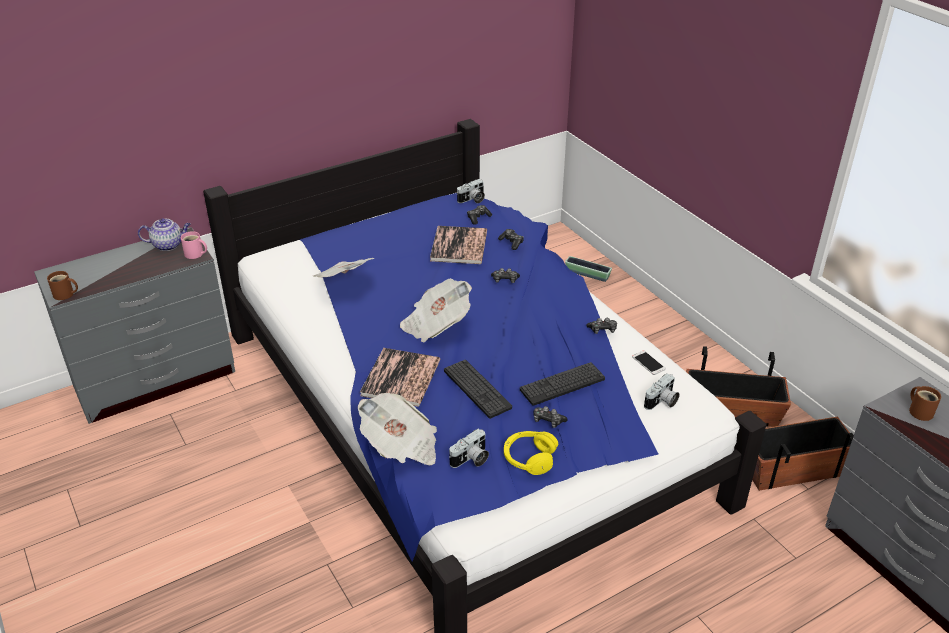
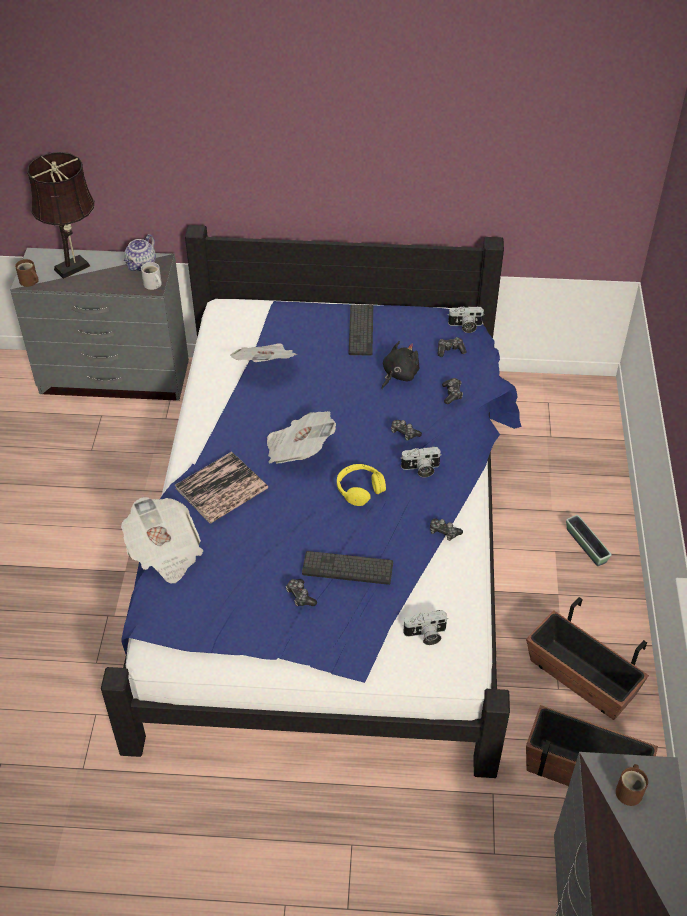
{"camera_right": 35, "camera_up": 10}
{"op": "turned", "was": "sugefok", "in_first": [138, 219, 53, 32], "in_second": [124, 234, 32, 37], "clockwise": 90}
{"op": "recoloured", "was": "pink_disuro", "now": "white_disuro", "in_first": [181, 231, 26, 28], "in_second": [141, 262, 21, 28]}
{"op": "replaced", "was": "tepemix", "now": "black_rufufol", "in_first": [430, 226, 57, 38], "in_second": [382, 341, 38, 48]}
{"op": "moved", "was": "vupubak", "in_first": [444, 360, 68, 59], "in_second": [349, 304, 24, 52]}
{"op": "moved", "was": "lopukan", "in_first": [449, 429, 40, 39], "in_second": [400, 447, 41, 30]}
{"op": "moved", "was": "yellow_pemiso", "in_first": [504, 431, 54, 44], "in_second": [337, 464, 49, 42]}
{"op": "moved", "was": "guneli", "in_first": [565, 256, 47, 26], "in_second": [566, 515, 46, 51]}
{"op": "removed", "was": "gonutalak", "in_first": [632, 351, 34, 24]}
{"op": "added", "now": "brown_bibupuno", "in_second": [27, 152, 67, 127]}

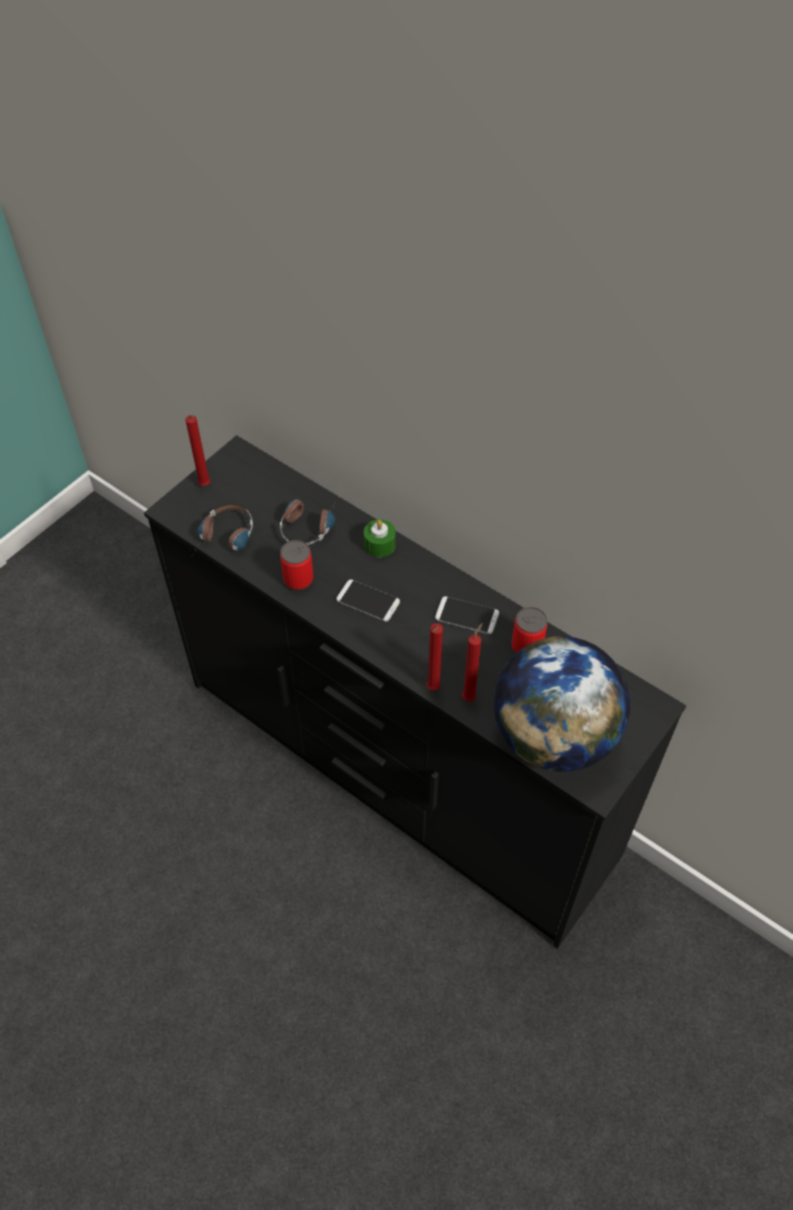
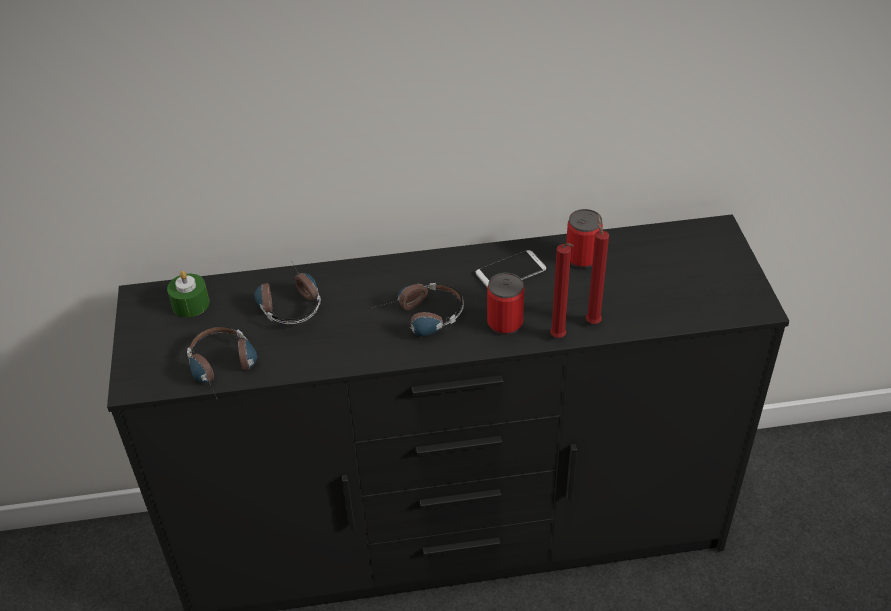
{"camera_right": -45, "camera_up": -10}
{"op": "removed", "was": "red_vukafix", "in_first": [186, 415, 24, 71]}
{"op": "moved", "was": "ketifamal", "in_first": [280, 540, 34, 50], "in_second": [487, 273, 37, 62]}
{"op": "replaced", "was": "gonutalak", "now": "pemiso", "in_first": [336, 579, 64, 43], "in_second": [374, 283, 90, 54]}
{"op": "moved", "was": "green_vukafix", "in_first": [364, 520, 32, 37], "in_second": [167, 271, 43, 46]}
{"op": "removed", "was": "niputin", "in_first": [494, 636, 136, 136]}

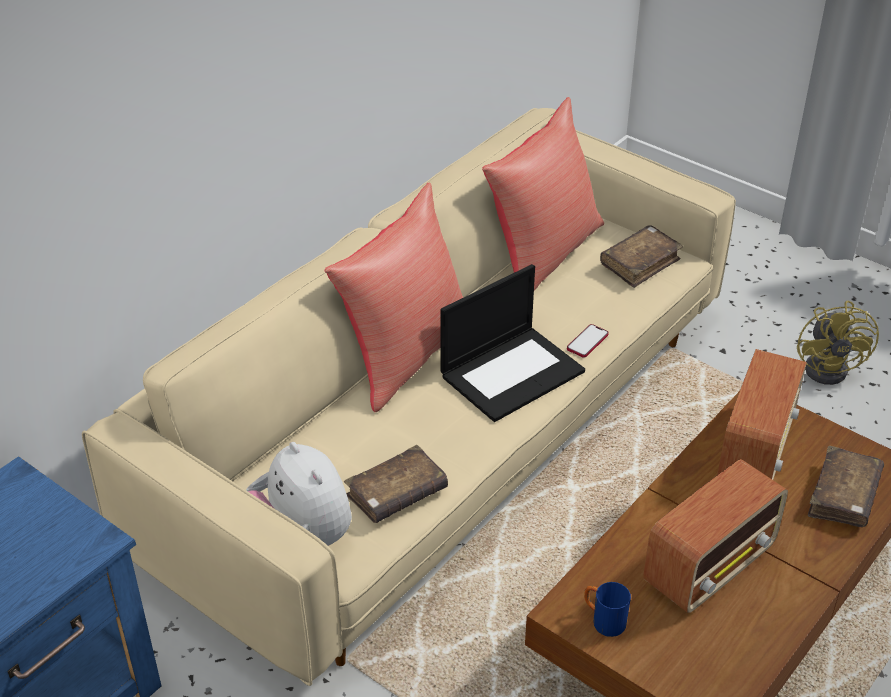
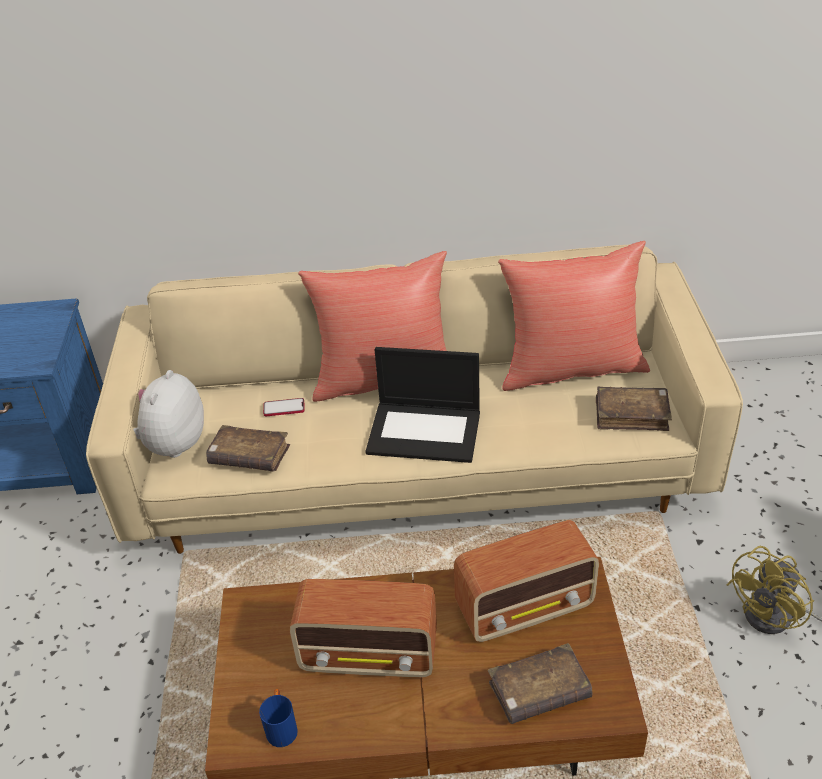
{"camera_right": 50, "camera_up": 0}
{"op": "moved", "was": "gonutalak", "in_first": [567, 324, 42, 34], "in_second": [263, 398, 42, 18]}
{"op": "moved", "was": "blue_disuro", "in_first": [584, 582, 47, 55], "in_second": [259, 689, 39, 58]}

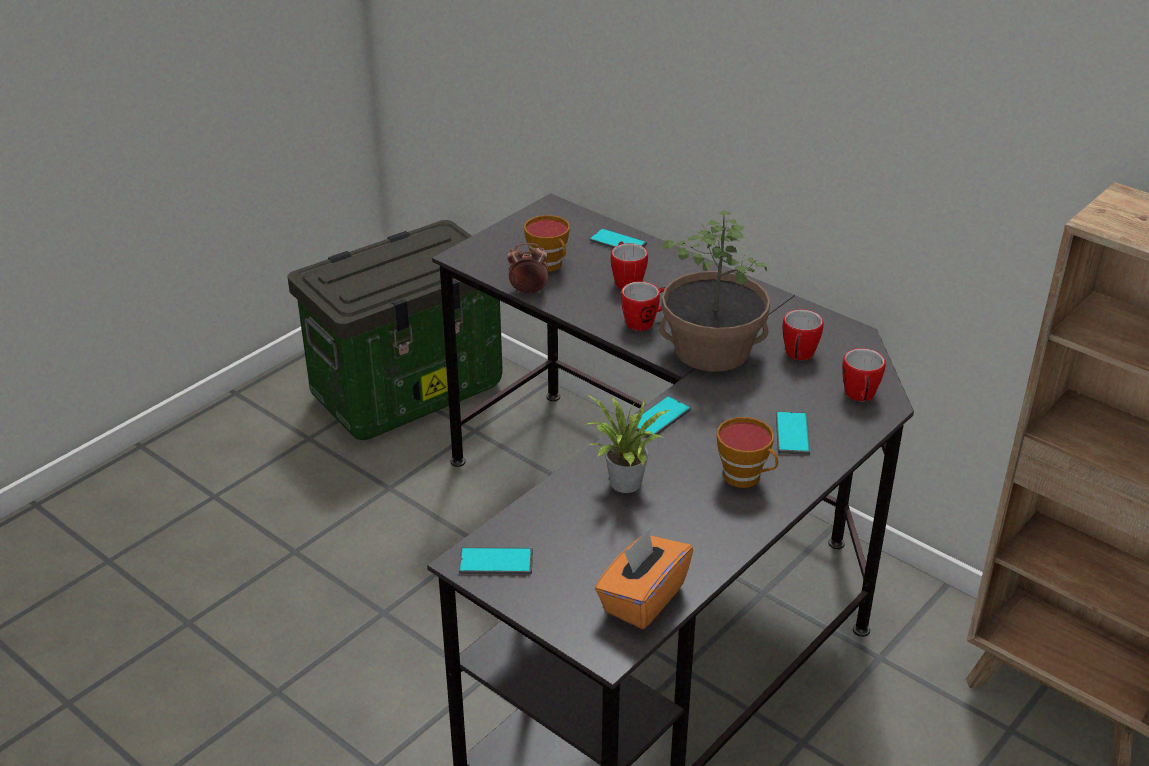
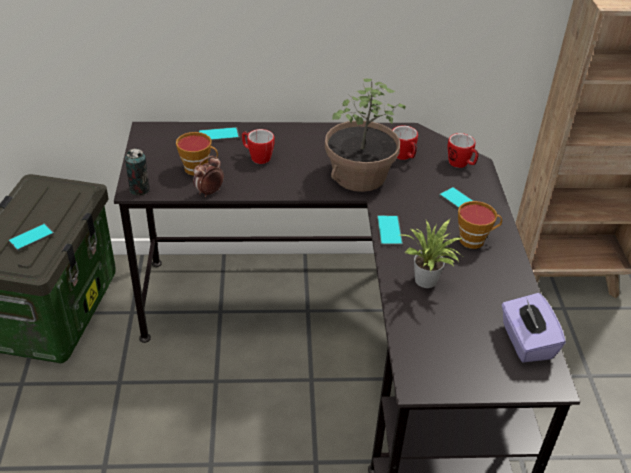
{"camera_right": -45, "camera_up": 5}
{"op": "moved", "was": "gonutalak", "in_first": [459, 547, 74, 28], "in_second": [8, 223, 47, 28]}
{"op": "recoloured", "was": "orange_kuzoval", "now": "purple_kuzoval", "in_first": [595, 529, 98, 100], "in_second": [502, 293, 64, 70]}
{"op": "removed", "was": "disuro", "in_first": [621, 281, 45, 50]}
{"op": "added", "now": "ketifamal", "in_second": [125, 148, 25, 47]}

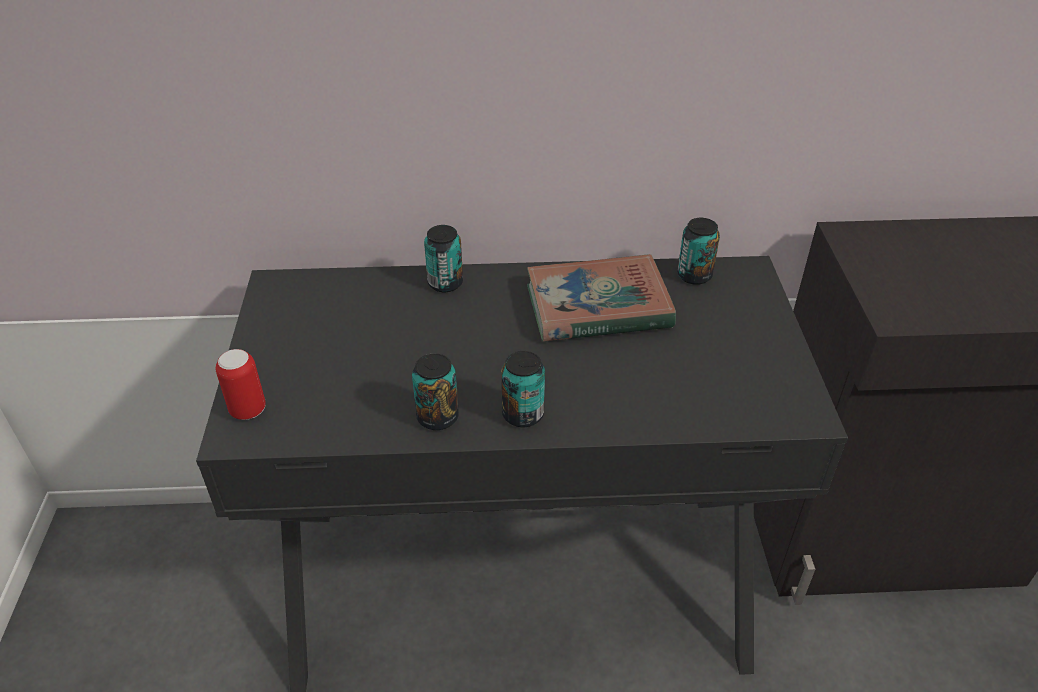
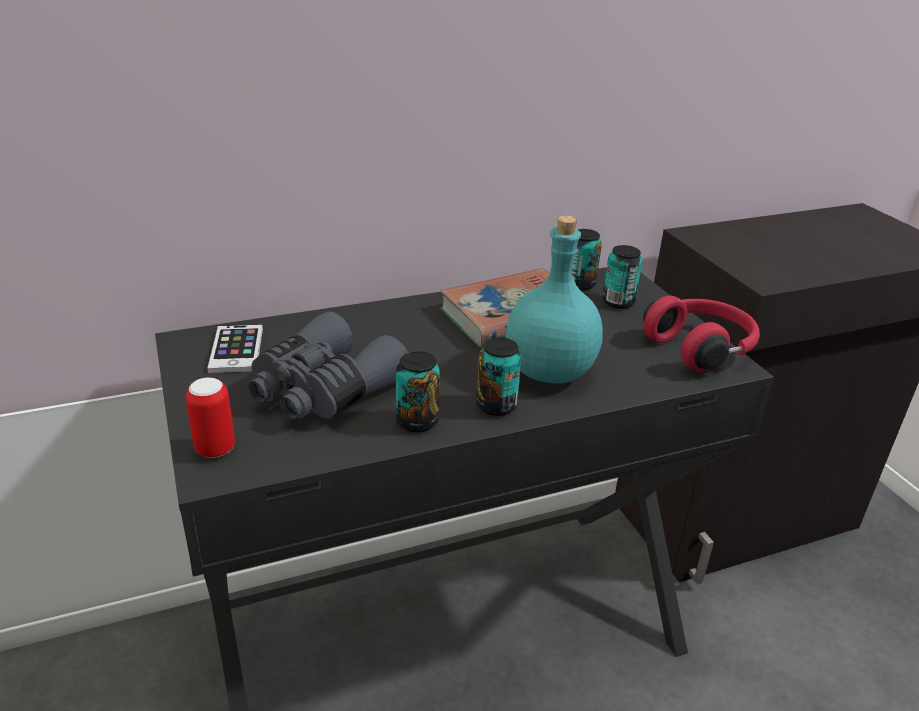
{"camera_right": -20, "camera_up": -10}
{"op": "moved", "was": "ketifamal", "in_first": [424, 225, 39, 67], "in_second": [602, 245, 41, 64]}
{"op": "added", "now": "gonutalak", "in_second": [207, 325, 56, 48]}
{"op": "added", "now": "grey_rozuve", "in_second": [248, 311, 160, 108]}
{"op": "added", "now": "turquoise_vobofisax", "in_second": [506, 215, 97, 169]}
{"op": "added", "now": "red_pemiso", "in_second": [643, 295, 117, 76]}

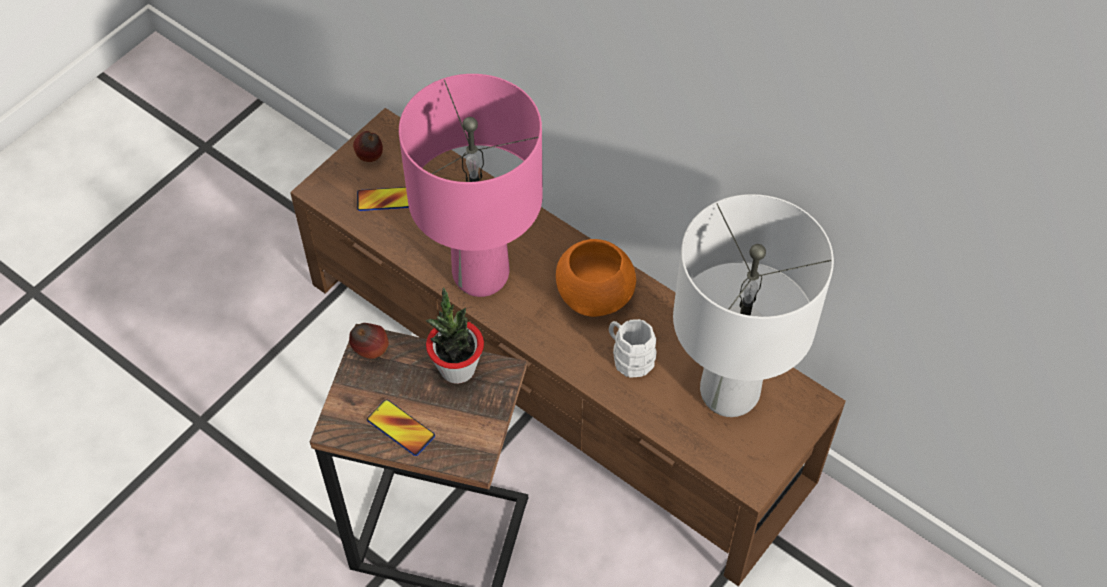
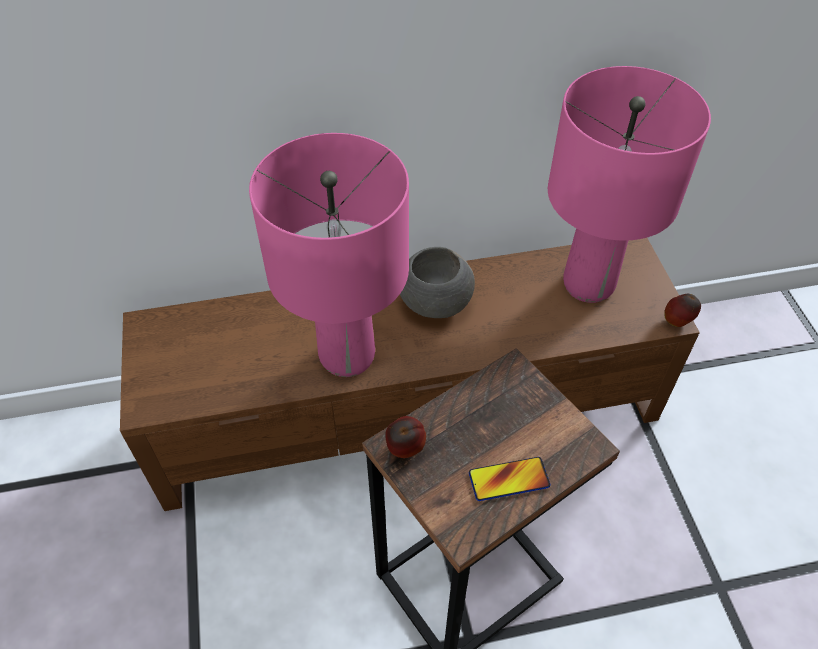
{"camera_right": -50, "camera_up": -5}
{"op": "moved", "was": "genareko", "in_first": [353, 131, 30, 31], "in_second": [664, 294, 37, 33]}
{"op": "removed", "was": "gonutalak", "in_first": [357, 187, 52, 24]}
{"op": "removed", "was": "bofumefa", "in_first": [426, 288, 58, 96]}
{"op": "recoloured", "was": "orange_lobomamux", "now": "grey_lobomamux", "in_first": [556, 239, 80, 78], "in_second": [400, 247, 75, 71]}
{"op": "removed", "was": "white_disuro", "in_first": [609, 319, 48, 59]}
{"op": "recoloured", "was": "white_bibupuno", "now": "pink_bibupuno", "in_first": [673, 194, 161, 223], "in_second": [548, 66, 163, 237]}

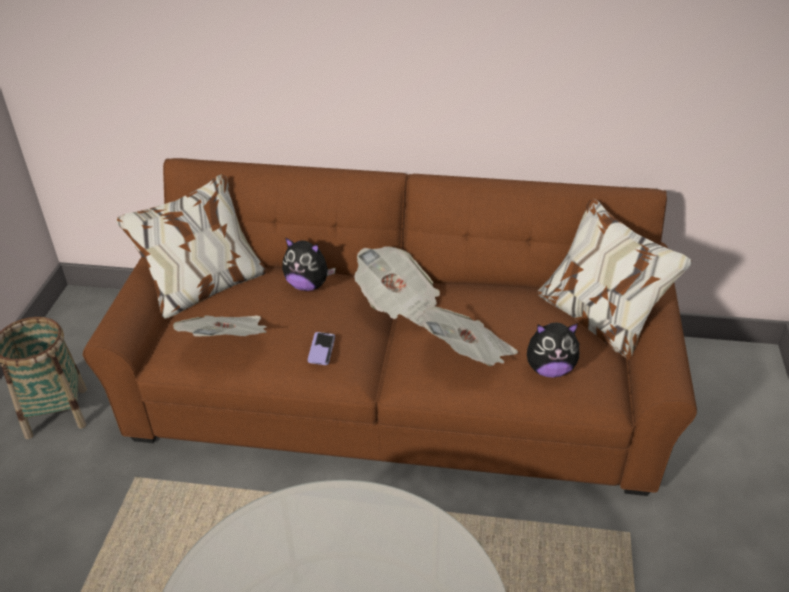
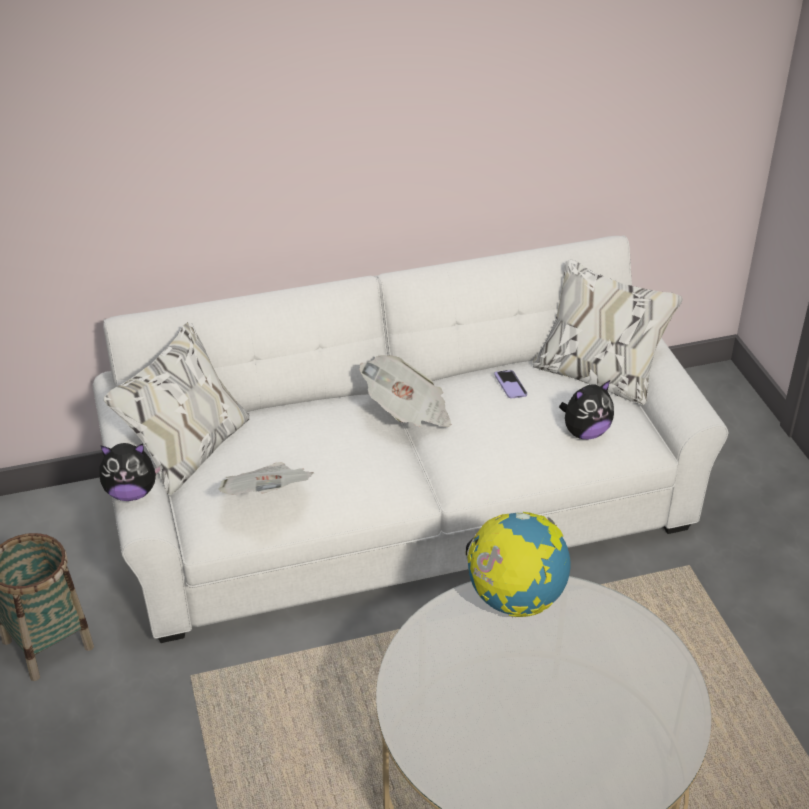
{"camera_right": -25, "camera_up": 0}
{"op": "recoloured", "was": "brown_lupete", "now": "white_lupete", "in_first": [83, 158, 614, 338], "in_second": [93, 236, 636, 407]}
{"op": "moved", "was": "rufufol", "in_first": [282, 237, 54, 54], "in_second": [100, 443, 62, 58]}
{"op": "moved", "was": "gonutalak", "in_first": [308, 332, 27, 33], "in_second": [494, 370, 33, 28]}
{"op": "removed", "was": "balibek", "in_first": [423, 306, 95, 60]}
{"op": "added", "now": "niputin", "in_second": [466, 512, 104, 105]}

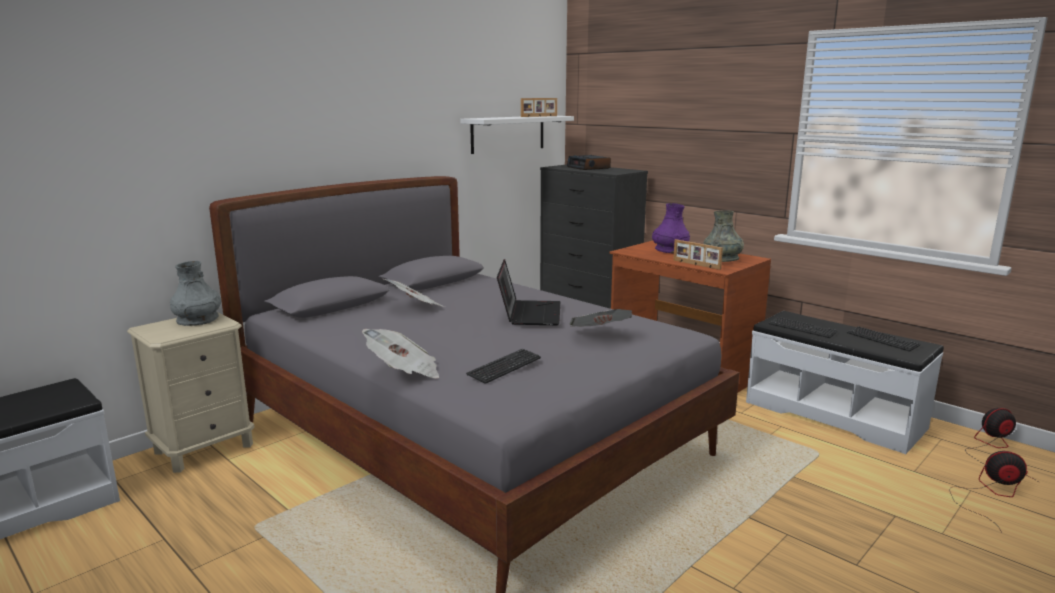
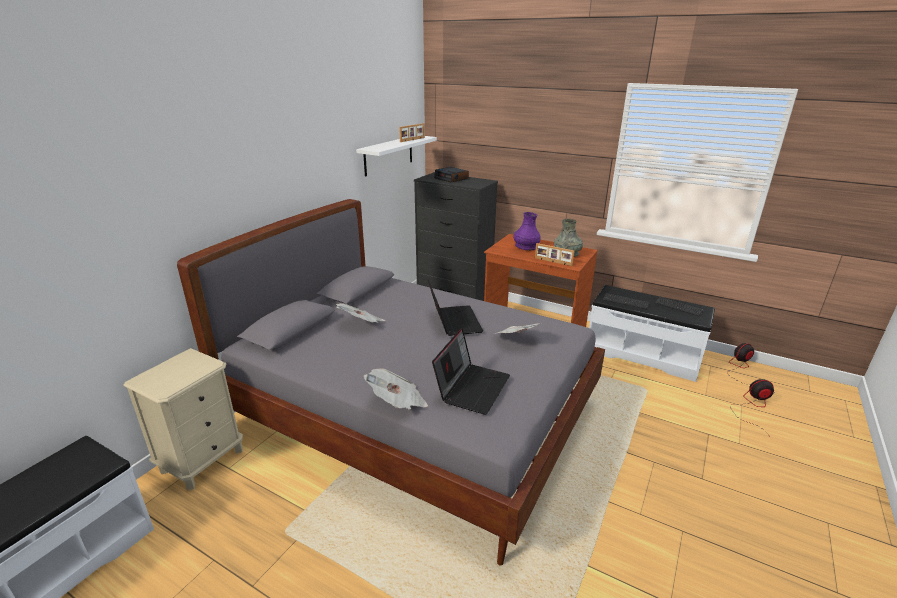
{"camera_right": -15, "camera_up": 10}
{"op": "removed", "was": "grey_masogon", "in_first": [170, 261, 51, 65]}
{"op": "replaced", "was": "vupubak", "now": "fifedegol", "in_first": [466, 349, 75, 35], "in_second": [432, 328, 78, 87]}

